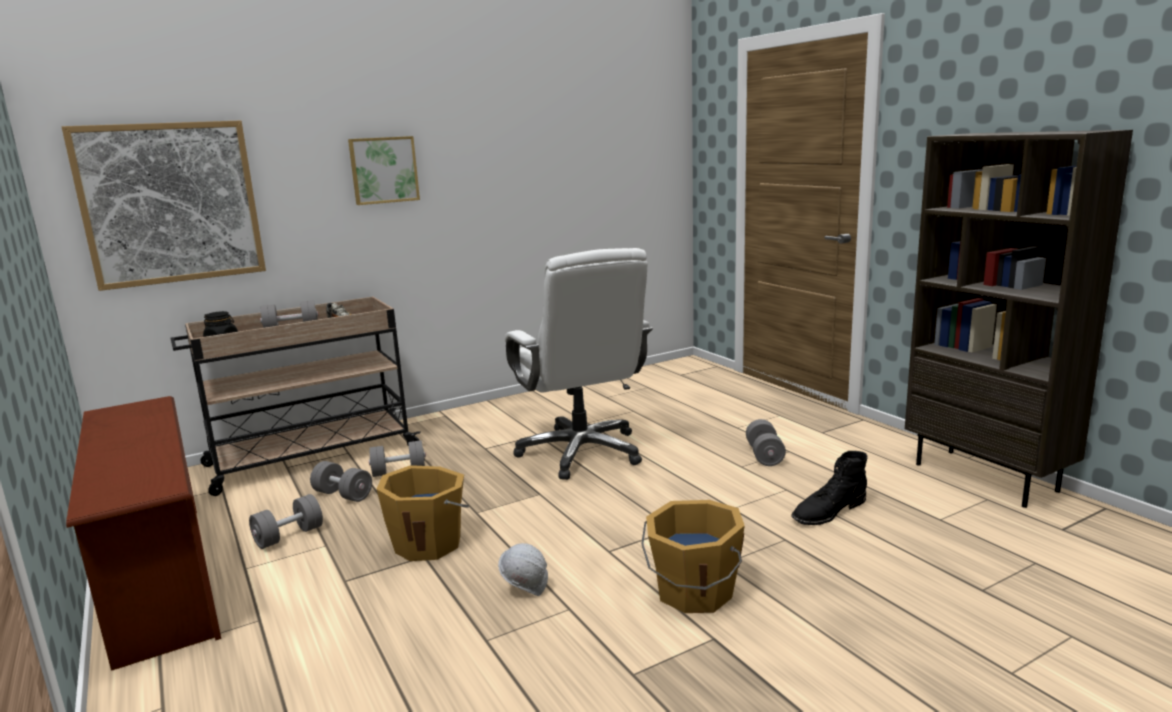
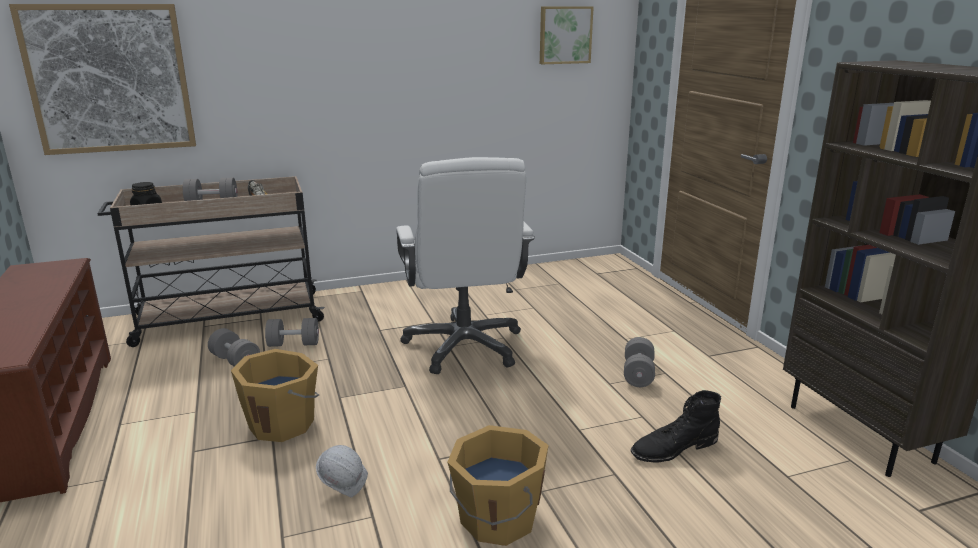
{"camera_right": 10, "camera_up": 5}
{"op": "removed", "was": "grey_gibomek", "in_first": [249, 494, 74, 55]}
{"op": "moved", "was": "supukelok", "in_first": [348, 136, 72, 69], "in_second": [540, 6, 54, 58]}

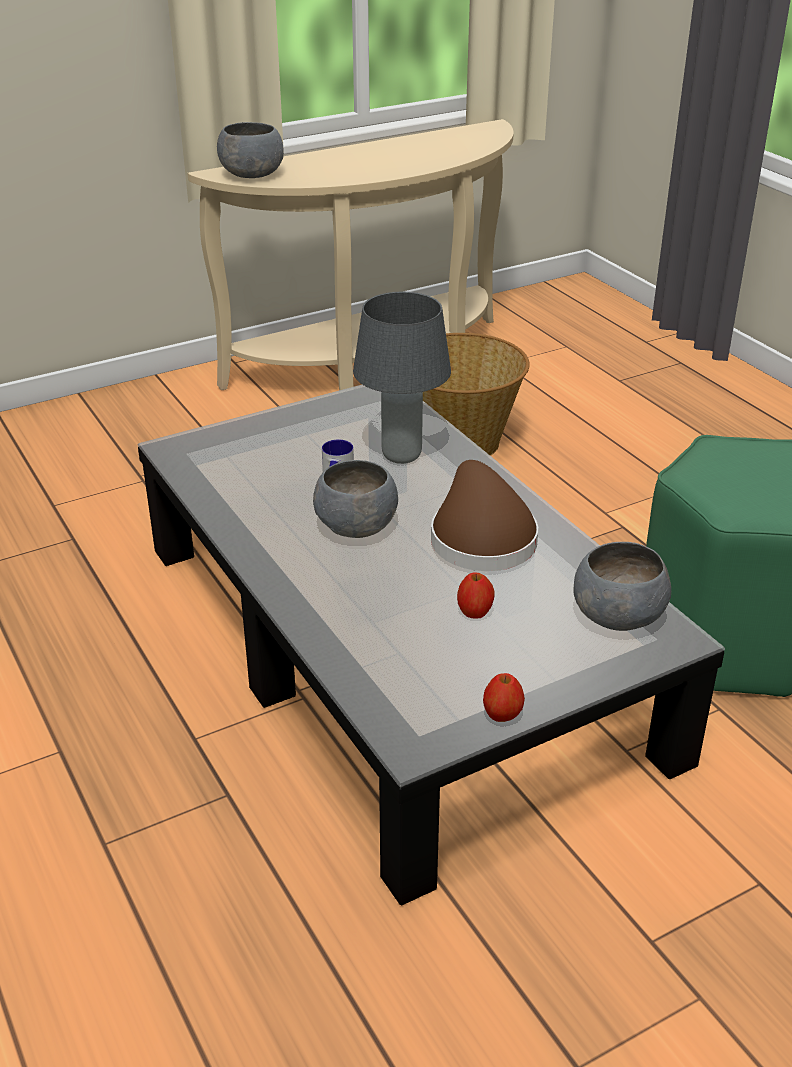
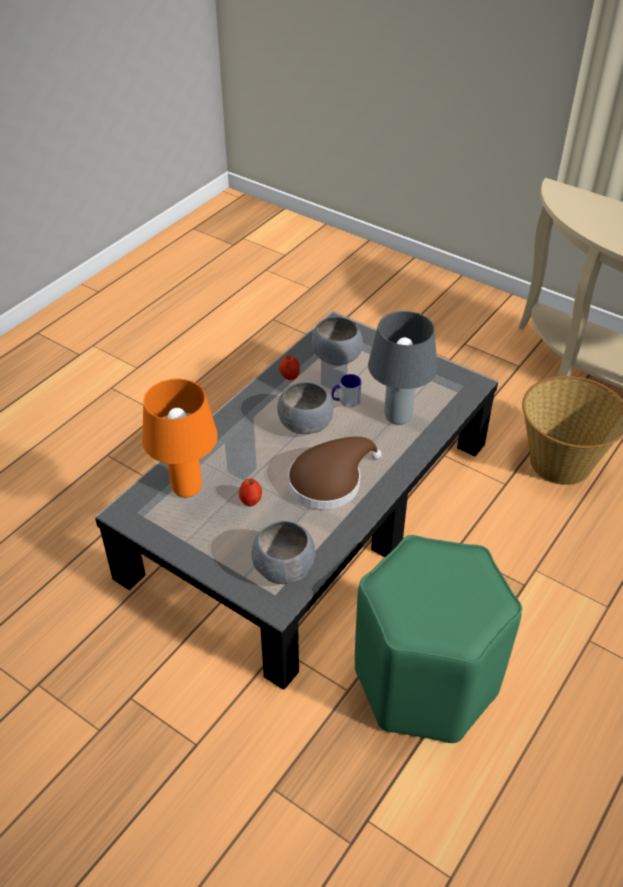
{"camera_right": 65, "camera_up": 10}
{"op": "moved", "was": "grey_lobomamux", "in_first": [217, 122, 67, 56], "in_second": [312, 317, 51, 49]}
{"op": "moved", "was": "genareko", "in_first": [483, 673, 42, 49], "in_second": [279, 355, 21, 25]}
{"op": "added", "now": "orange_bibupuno", "in_second": [142, 379, 76, 118]}

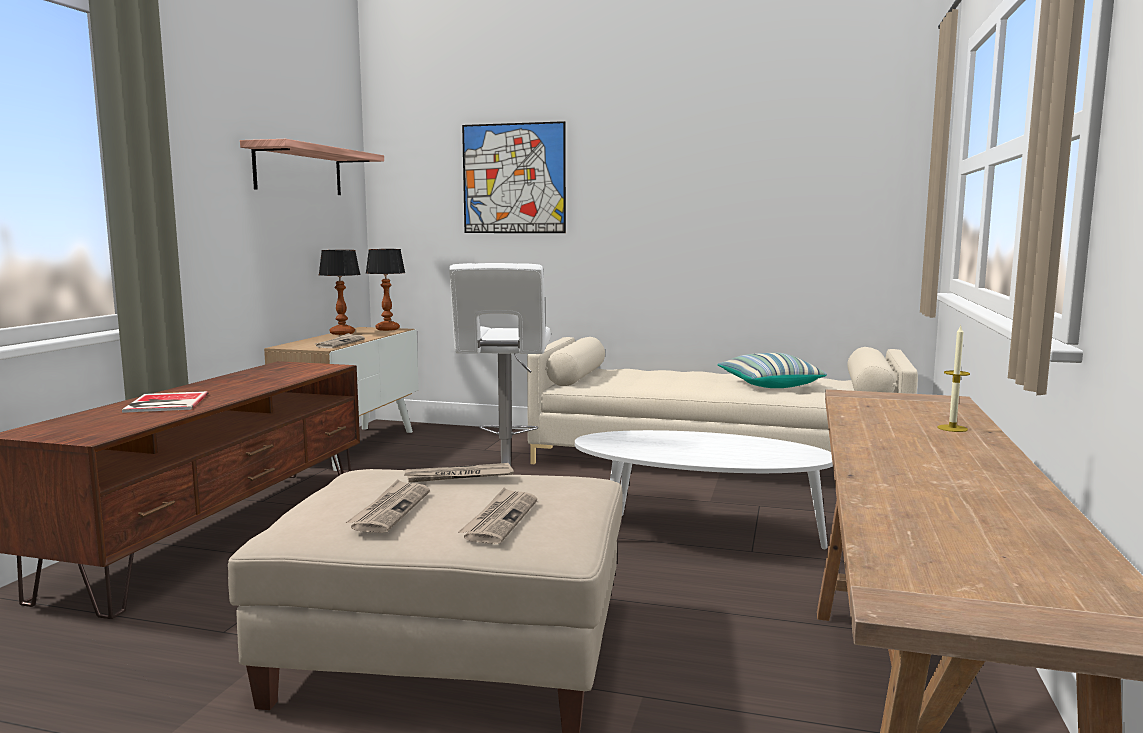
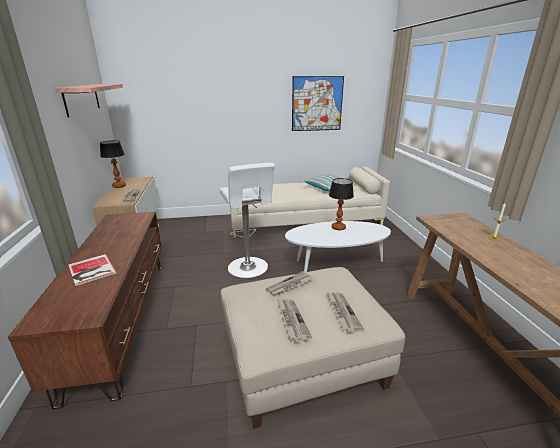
{"camera_right": -25, "camera_up": 15}
{"op": "moved", "was": "bibupuno", "in_first": [366, 249, 39, 82], "in_second": [329, 178, 25, 52]}
{"op": "moved", "was": "supukelok", "in_first": [462, 121, 104, 112], "in_second": [292, 76, 52, 55]}

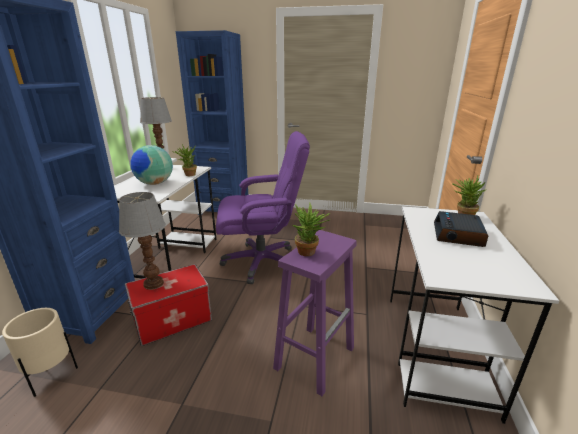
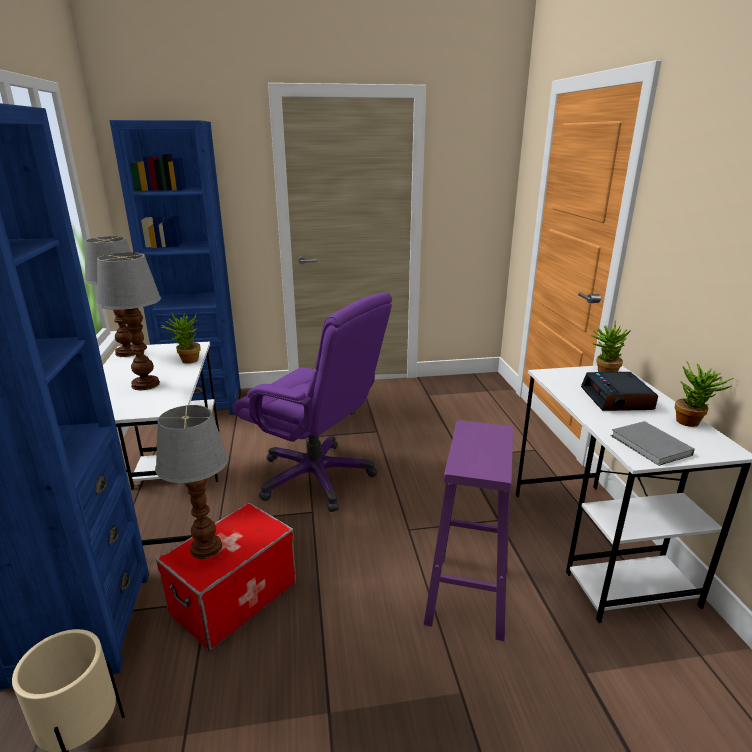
{"camera_right": -20, "camera_up": 0}
{"op": "replaced", "was": "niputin", "now": "bibupuno", "in_first": [130, 145, 43, 40], "in_second": [97, 252, 64, 138]}
{"op": "turned", "was": "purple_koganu", "in_first": [216, 131, 94, 153], "in_second": [233, 292, 159, 220], "clockwise": 60}
{"op": "moved", "was": "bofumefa", "in_first": [293, 203, 37, 53], "in_second": [675, 361, 59, 66]}
{"op": "added", "now": "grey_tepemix", "in_second": [611, 421, 84, 45]}

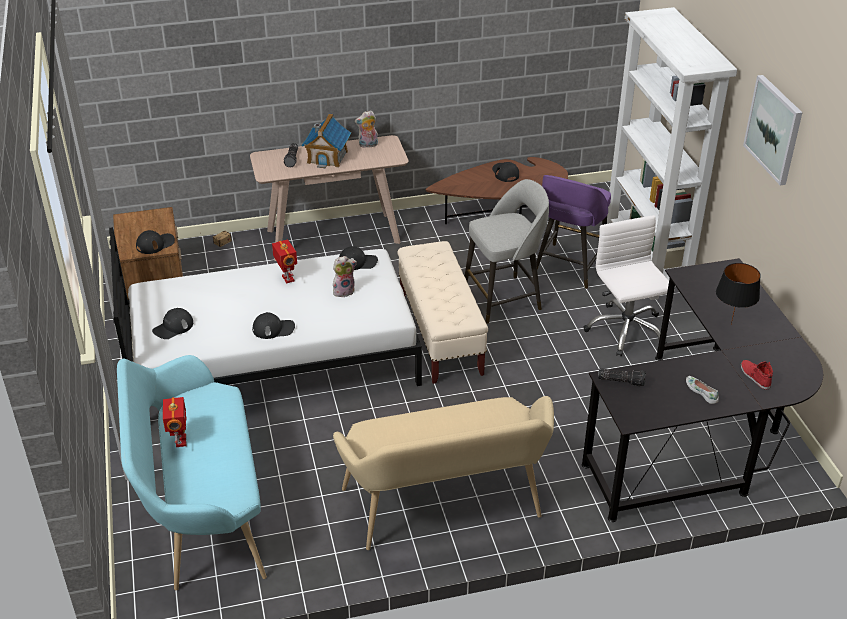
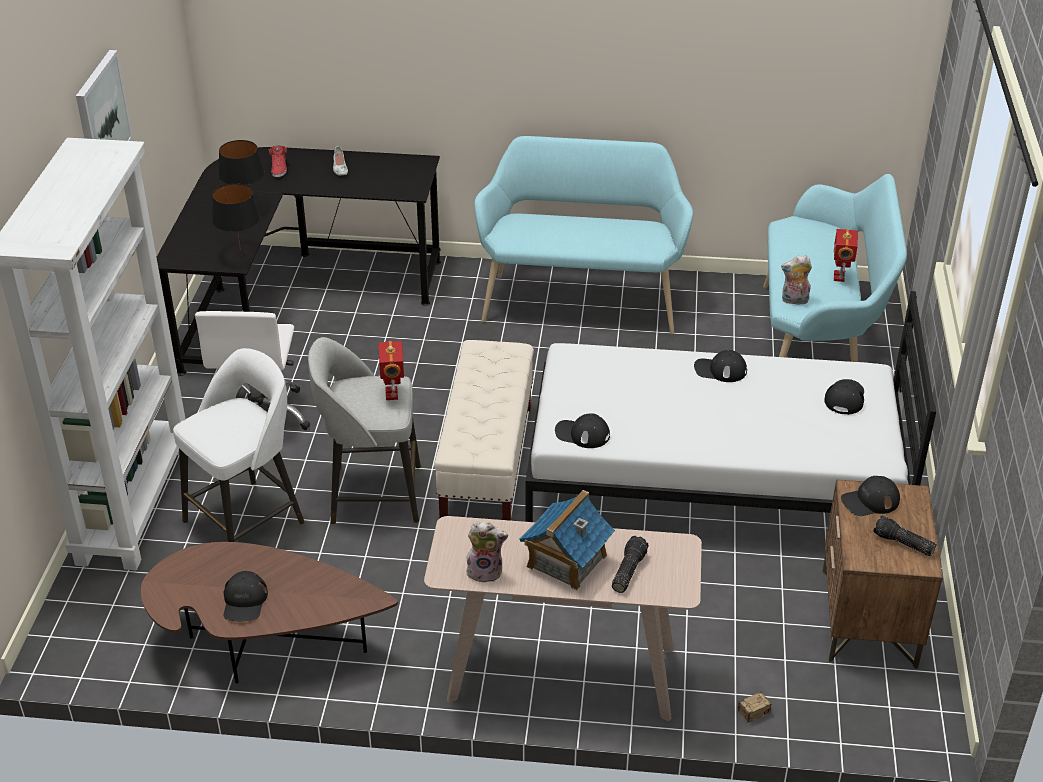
{"camera_right": -160, "camera_up": 0}
{"op": "turned", "was": "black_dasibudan", "in_first": [152, 308, 41, 31], "in_second": [824, 379, 40, 36], "clockwise": -45}
{"op": "moved", "was": "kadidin", "in_first": [272, 239, 25, 44], "in_second": [378, 341, 26, 59]}
{"op": "moved", "was": "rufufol", "in_first": [333, 256, 24, 41], "in_second": [781, 255, 31, 50]}
{"op": "recoloured", "was": "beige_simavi", "now": "turquoise_simavi", "in_first": [333, 396, 221, 154], "in_second": [474, 136, 219, 198]}
{"op": "recoloured", "was": "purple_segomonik", "now": "white_segomonik", "in_first": [536, 175, 75, 114], "in_second": [173, 348, 131, 194]}
{"op": "moved", "was": "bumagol", "in_first": [598, 368, 48, 18], "in_second": [873, 515, 64, 41]}
{"op": "added", "now": "black_bibupuno", "in_second": [212, 183, 48, 73]}

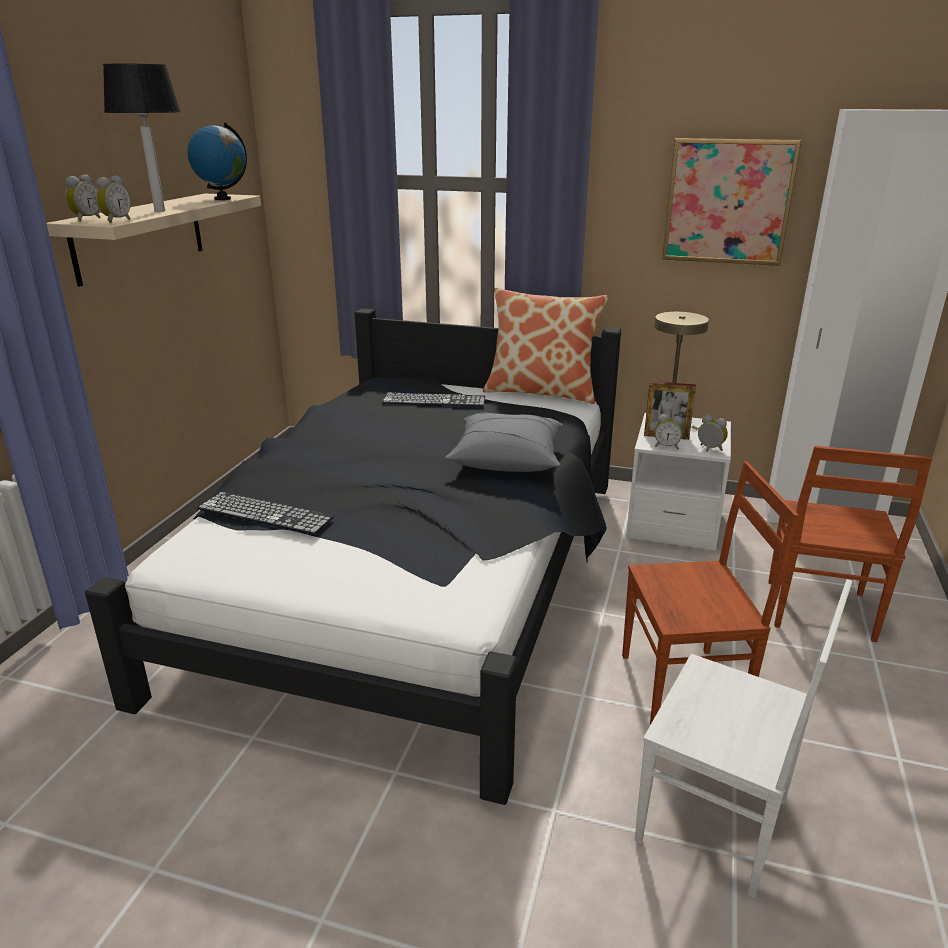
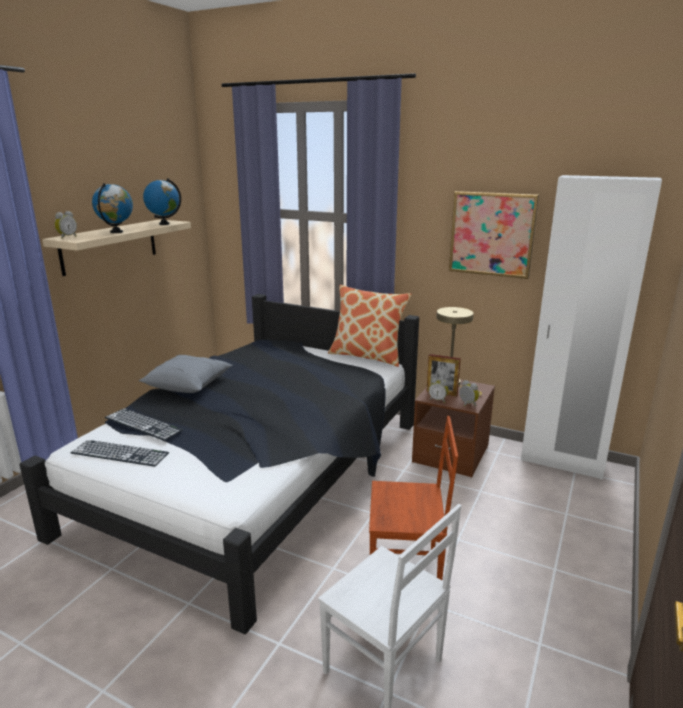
{"camera_right": 10, "camera_up": -5}
{"op": "removed", "was": "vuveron", "in_first": [96, 175, 35, 48]}
{"op": "replaced", "was": "bibupuno", "now": "niputin", "in_first": [103, 64, 78, 148], "in_second": [92, 183, 41, 50]}
{"op": "moved", "was": "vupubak", "in_first": [382, 393, 103, 14], "in_second": [71, 440, 98, 27]}
{"op": "moved", "was": "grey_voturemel", "in_first": [445, 413, 118, 59], "in_second": [139, 355, 93, 38]}
{"op": "recoloured", "was": "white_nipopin", "now": "brown_nipopin", "in_first": [626, 413, 105, 138], "in_second": [412, 379, 83, 98]}
{"op": "removed", "was": "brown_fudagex", "in_first": [768, 446, 164, 196]}

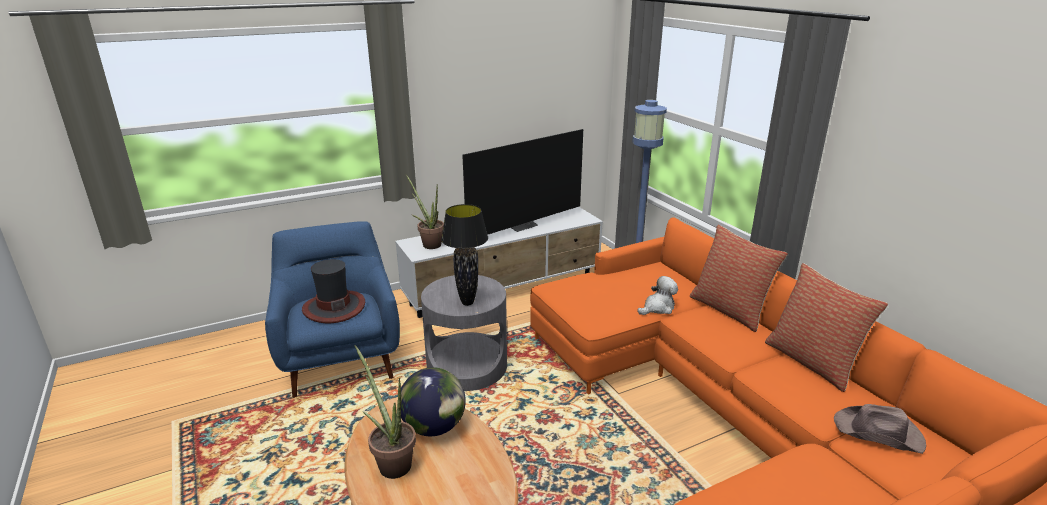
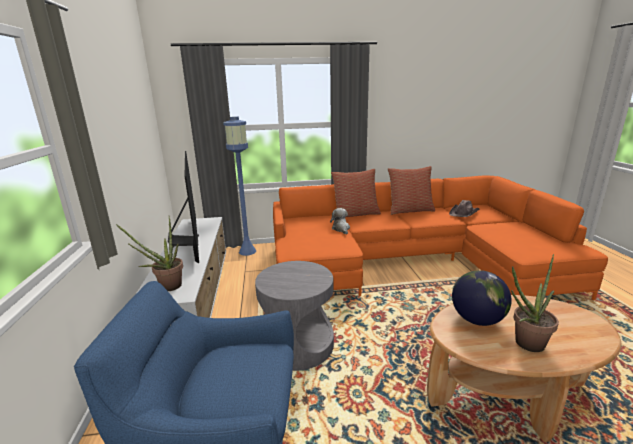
{"camera_right": -70, "camera_up": -5}
{"op": "removed", "was": "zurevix", "in_first": [302, 259, 63, 64]}
{"op": "removed", "was": "black_bibupuno", "in_first": [441, 204, 47, 102]}

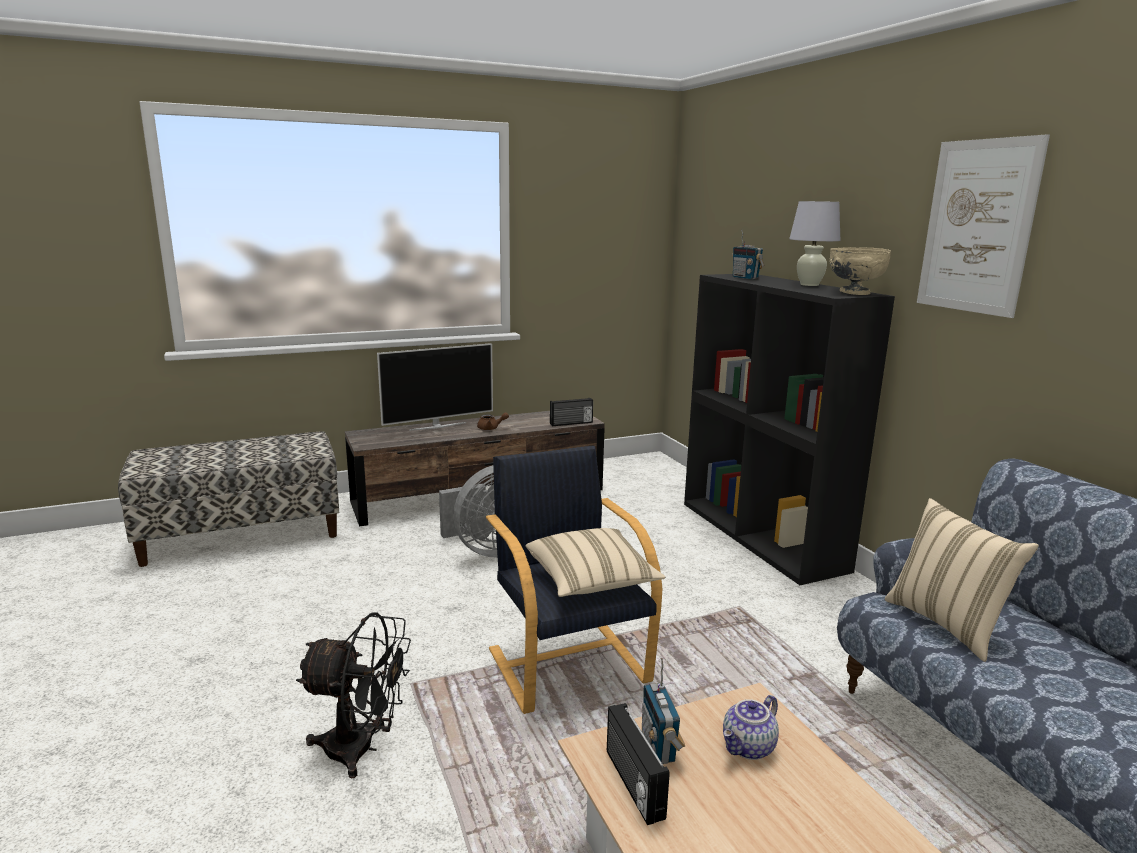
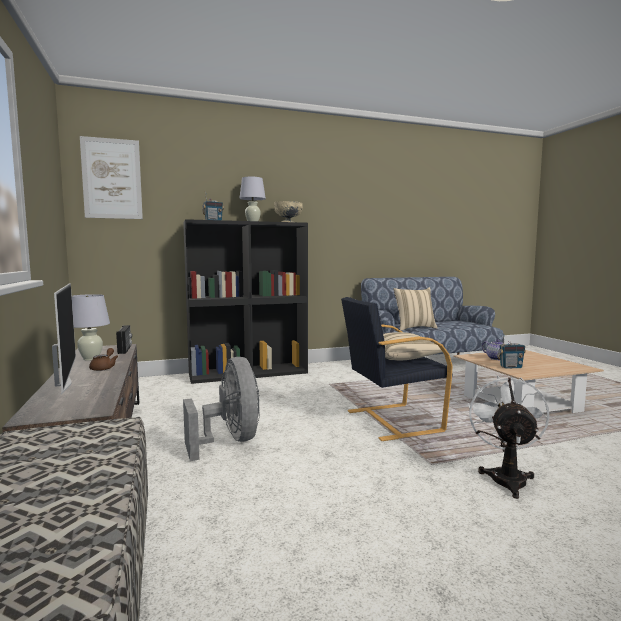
{"camera_right": -85, "camera_up": -10}
{"op": "recoloured", "was": "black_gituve", "now": "white_gituve", "in_first": [296, 612, 115, 167], "in_second": [468, 375, 81, 124]}
{"op": "removed", "was": "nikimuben", "in_first": [607, 703, 62, 122]}
{"op": "moved", "was": "supukelok", "in_first": [917, 134, 133, 184], "in_second": [80, 136, 63, 83]}
{"op": "added", "now": "white_bibupuno", "in_second": [72, 294, 38, 67]}

